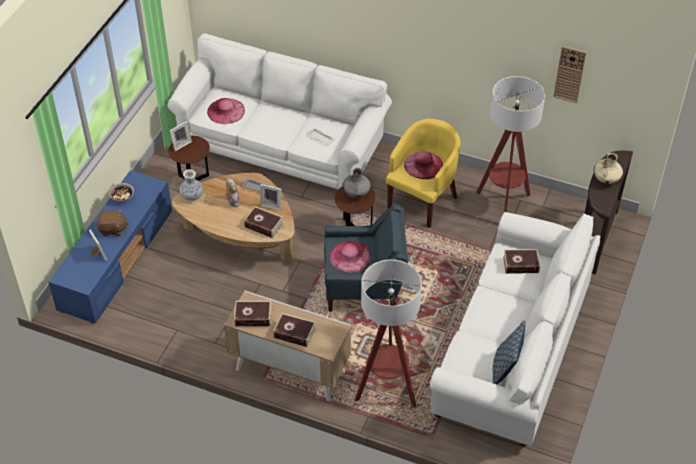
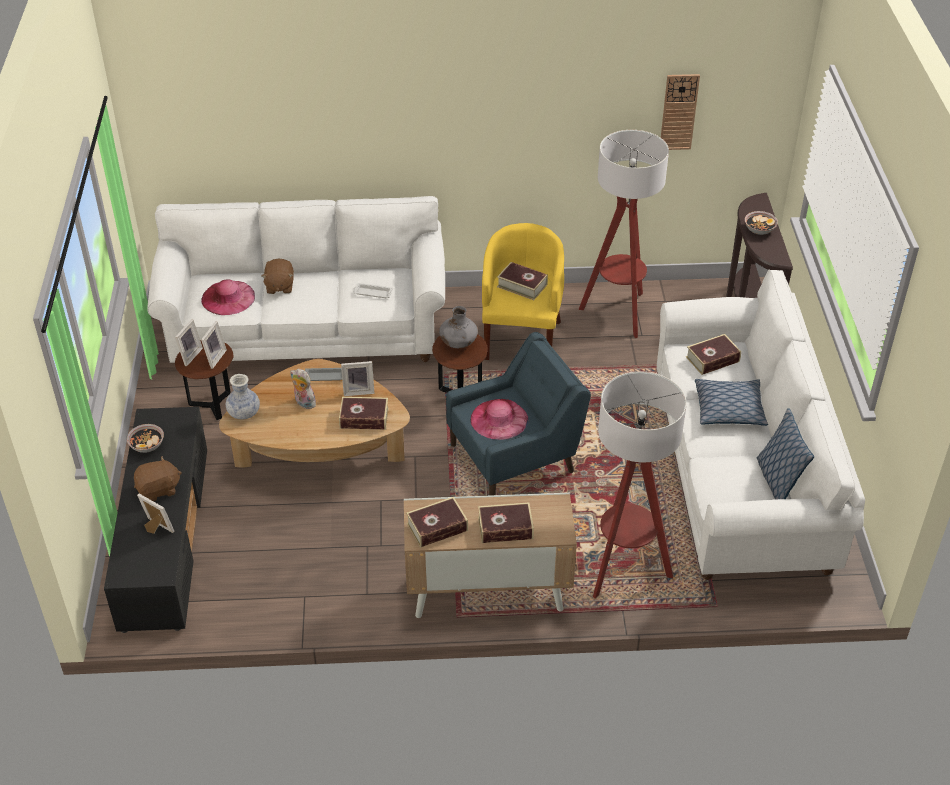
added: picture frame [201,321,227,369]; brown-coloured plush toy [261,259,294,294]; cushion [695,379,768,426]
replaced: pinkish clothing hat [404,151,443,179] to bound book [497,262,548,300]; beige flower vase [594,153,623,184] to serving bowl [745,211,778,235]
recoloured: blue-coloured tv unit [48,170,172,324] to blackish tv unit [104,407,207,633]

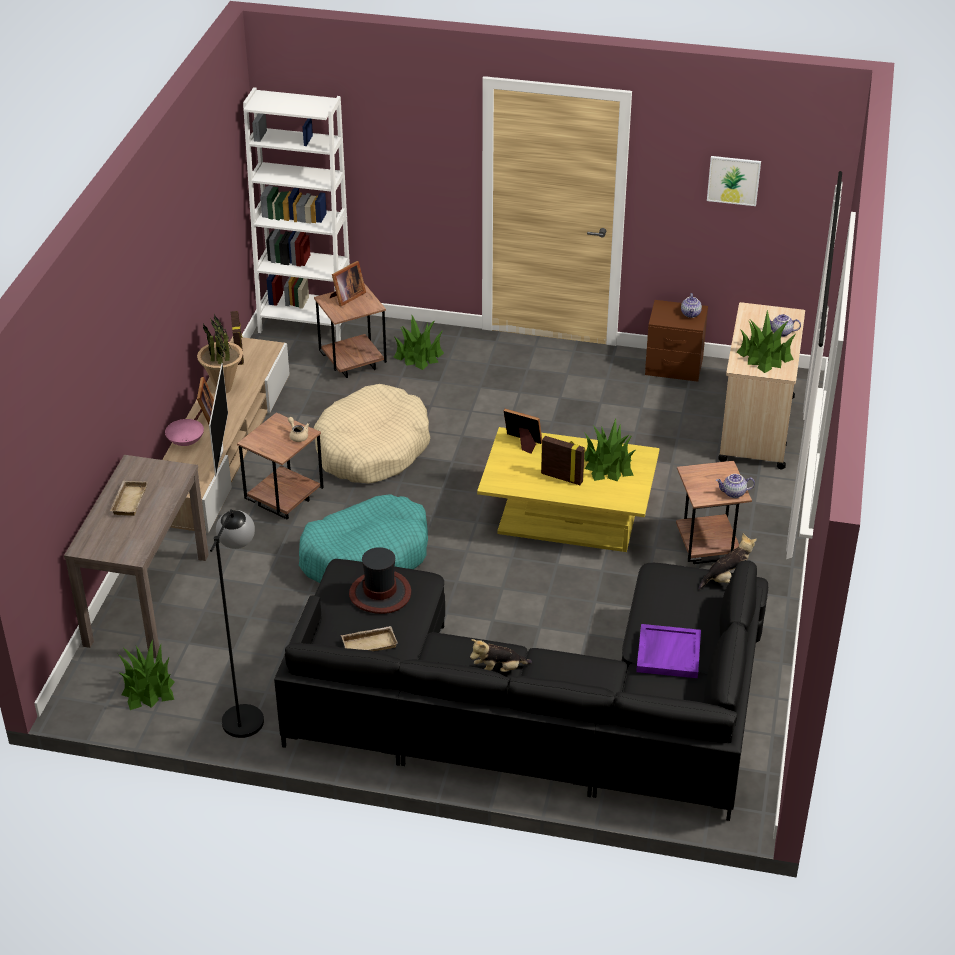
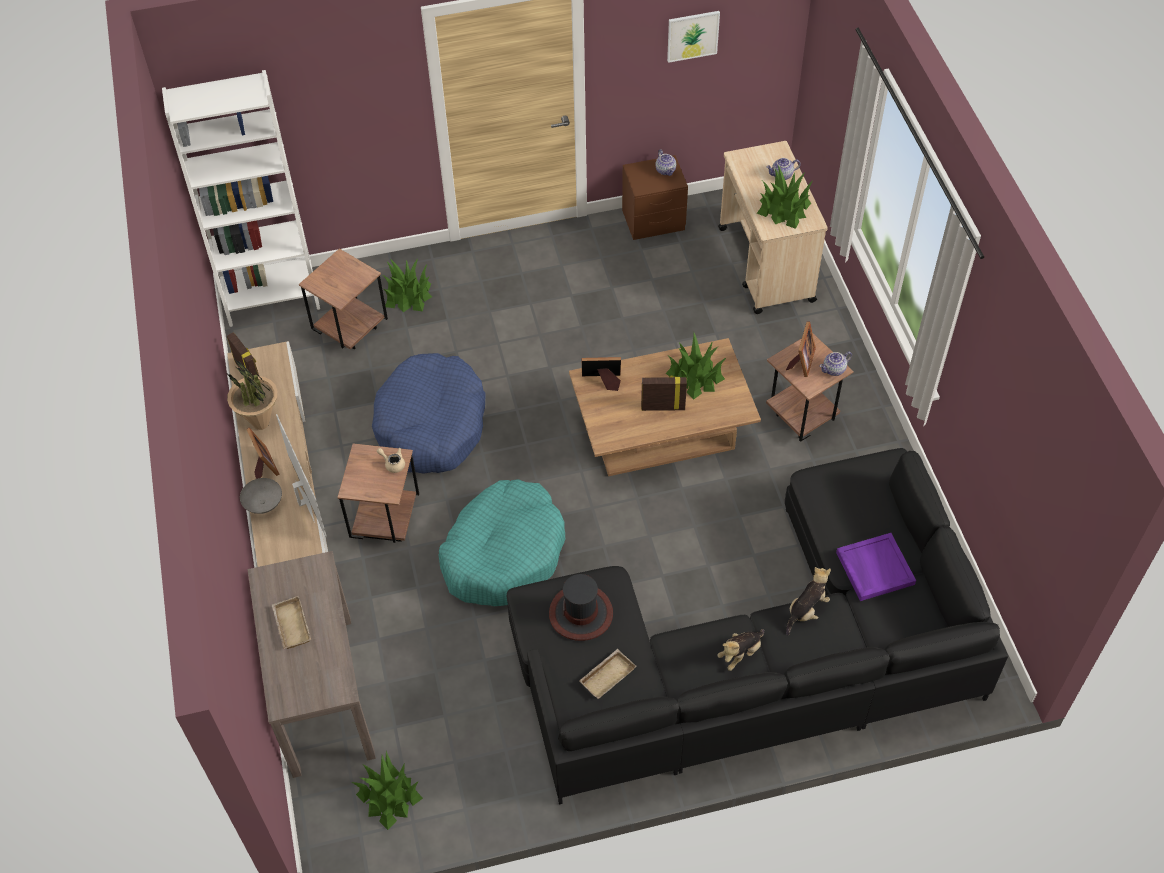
removed: blackish floor lamp [210,509,264,738]
moved: picture frame [330,261,366,306] to [786,321,816,377]; plush toy [698,533,757,590] to [786,567,831,636]
recoloured: pinkish serving bowl [165,419,204,446] to gray serving bowl [240,478,282,514]; beige dog bed [314,384,430,484] to blue-coloured dog bed [372,353,486,474]; yellow lounge table [477,427,660,552] to brown-coloured lounge table [569,338,761,476]

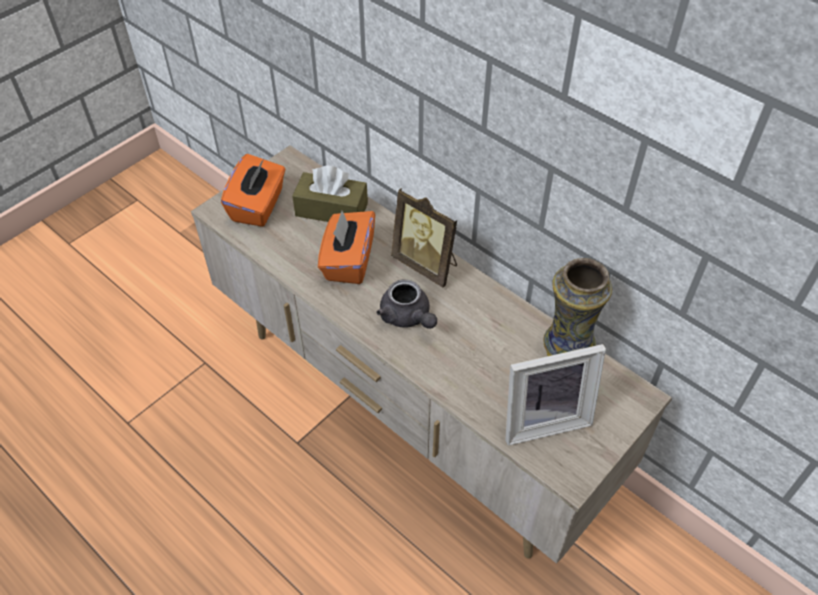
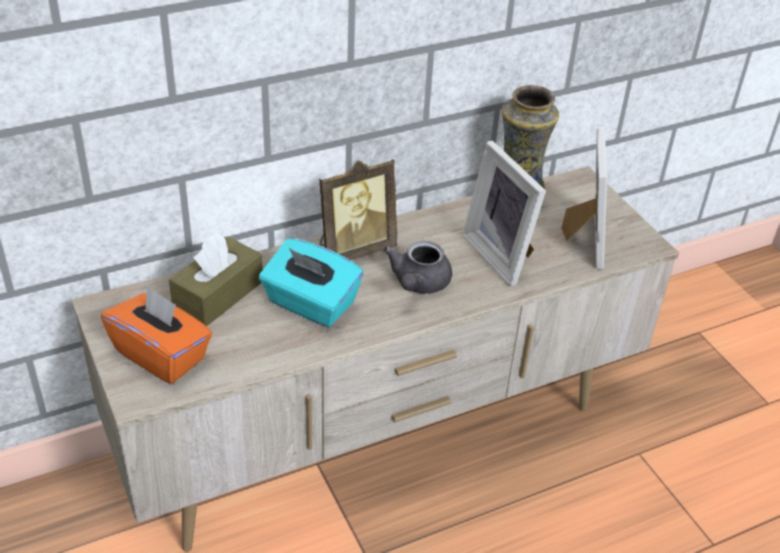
added: picture frame [463,141,546,287]
recoloured: orangey box of tissues [318,211,375,284] to blue-green box of tissues [259,239,363,327]
turned: gray pot for tea [376,279,437,329] = [383,241,452,294] 120 degrees clockwise

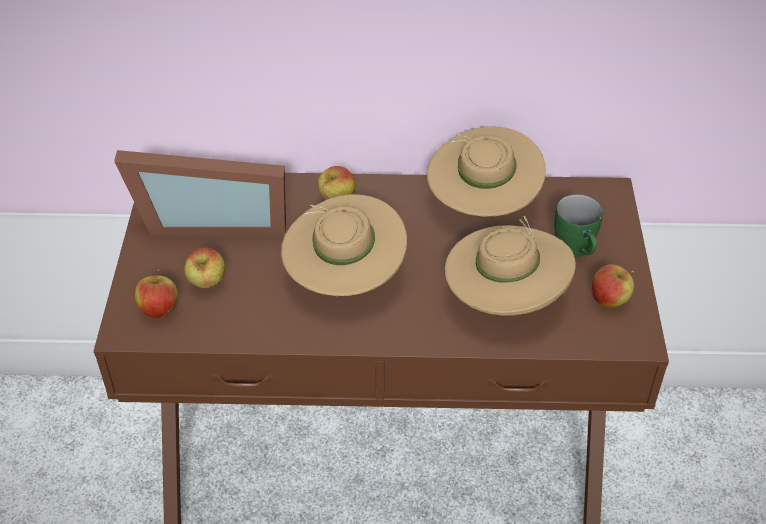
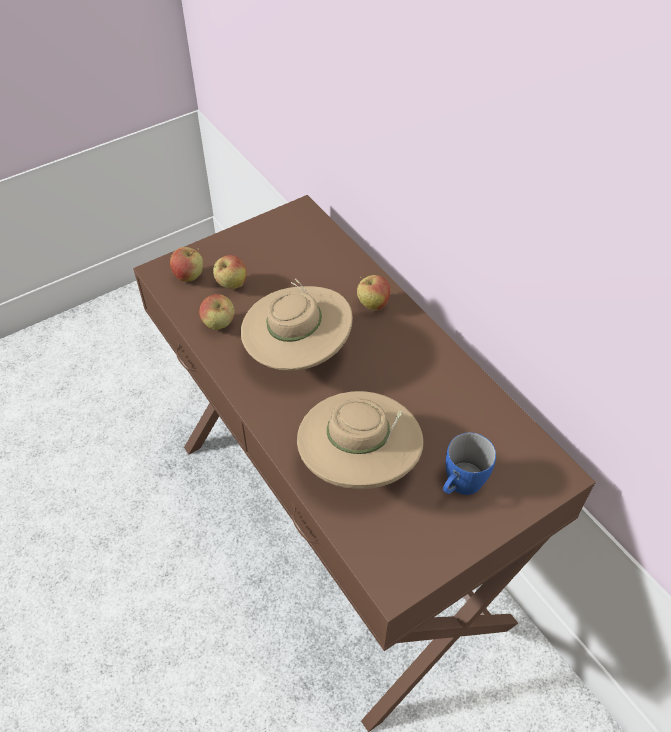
removed: picture frame [114,150,286,236]; beige clothing hat [427,126,546,217]
moved: whole apple [592,264,634,307] to [199,294,235,330]
recoloured: green-coloured coffee mug [554,194,603,258] to blue-coloured coffee mug [443,433,496,495]

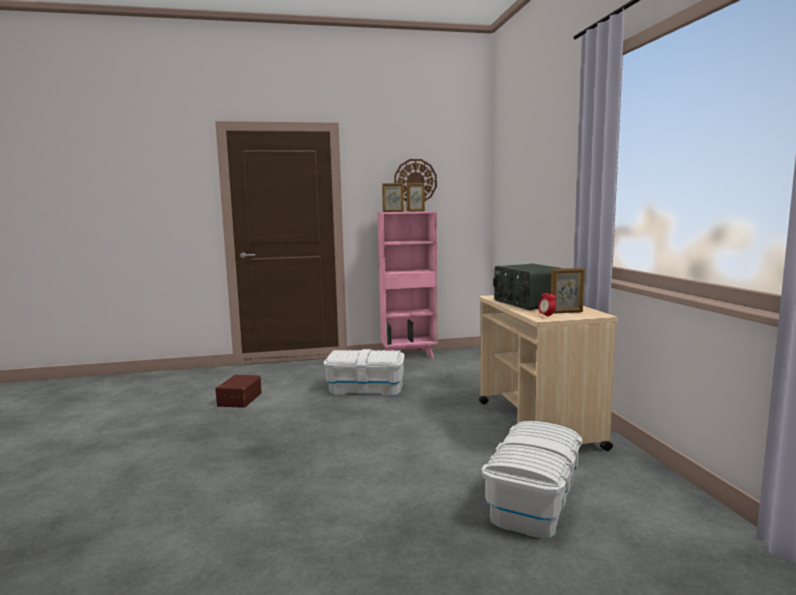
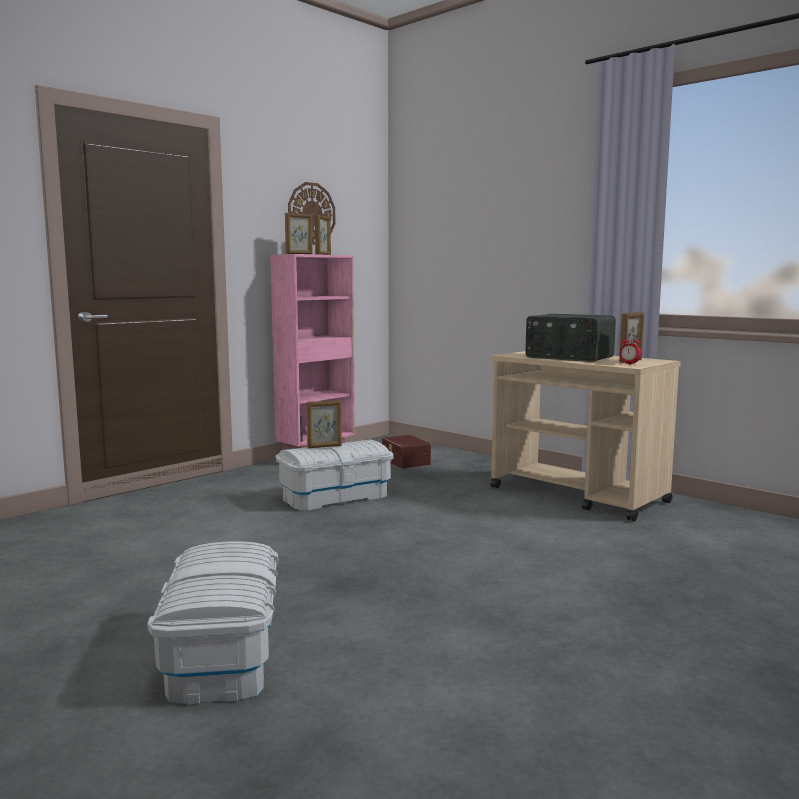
added: picture frame [307,400,342,448]
moved: white storage box [482,421,582,539] to [147,541,279,704]; brown-coloured storage box [215,375,262,408] to [382,435,431,468]

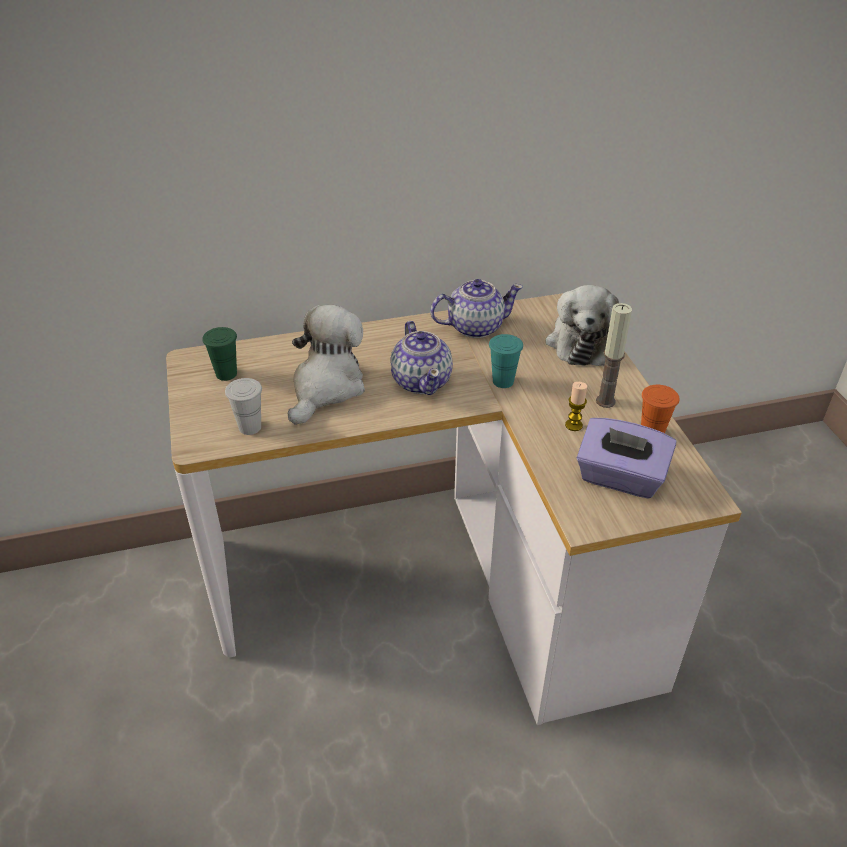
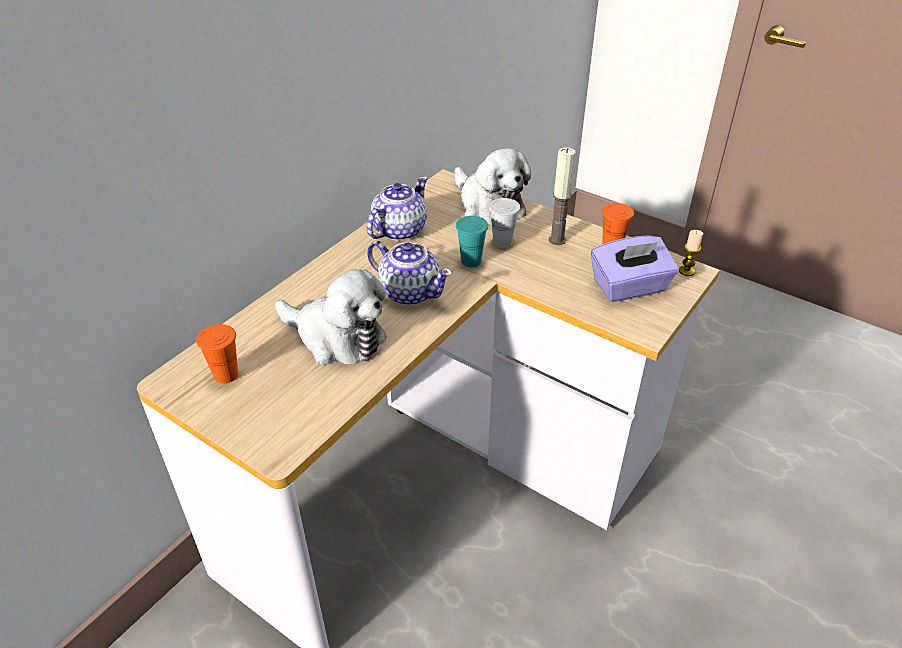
moved: white drinking cup [225,378,262,435] to [489,198,520,248]; wax light [565,382,587,431] to [679,230,703,276]
recoloured: green-coloured drinking cup [202,327,237,381] to orangey drinking cup [196,324,238,384]
turned: plush toy [288,305,365,425] = [275,269,387,365] 135 degrees clockwise

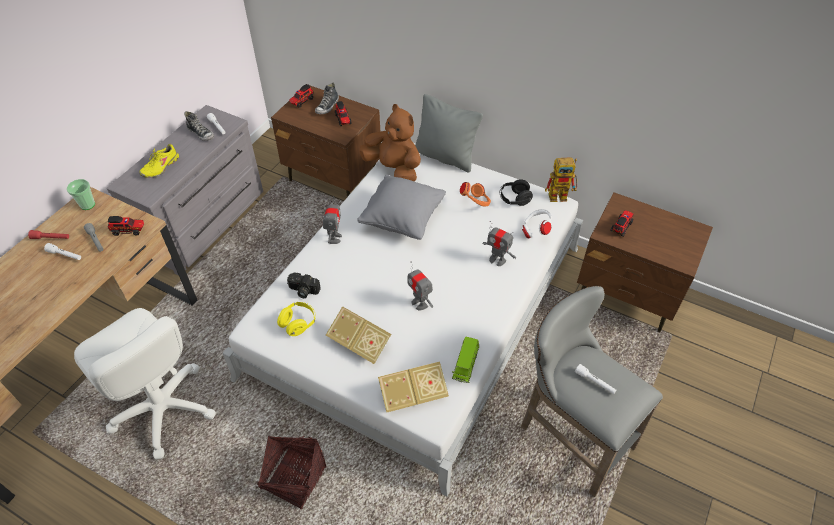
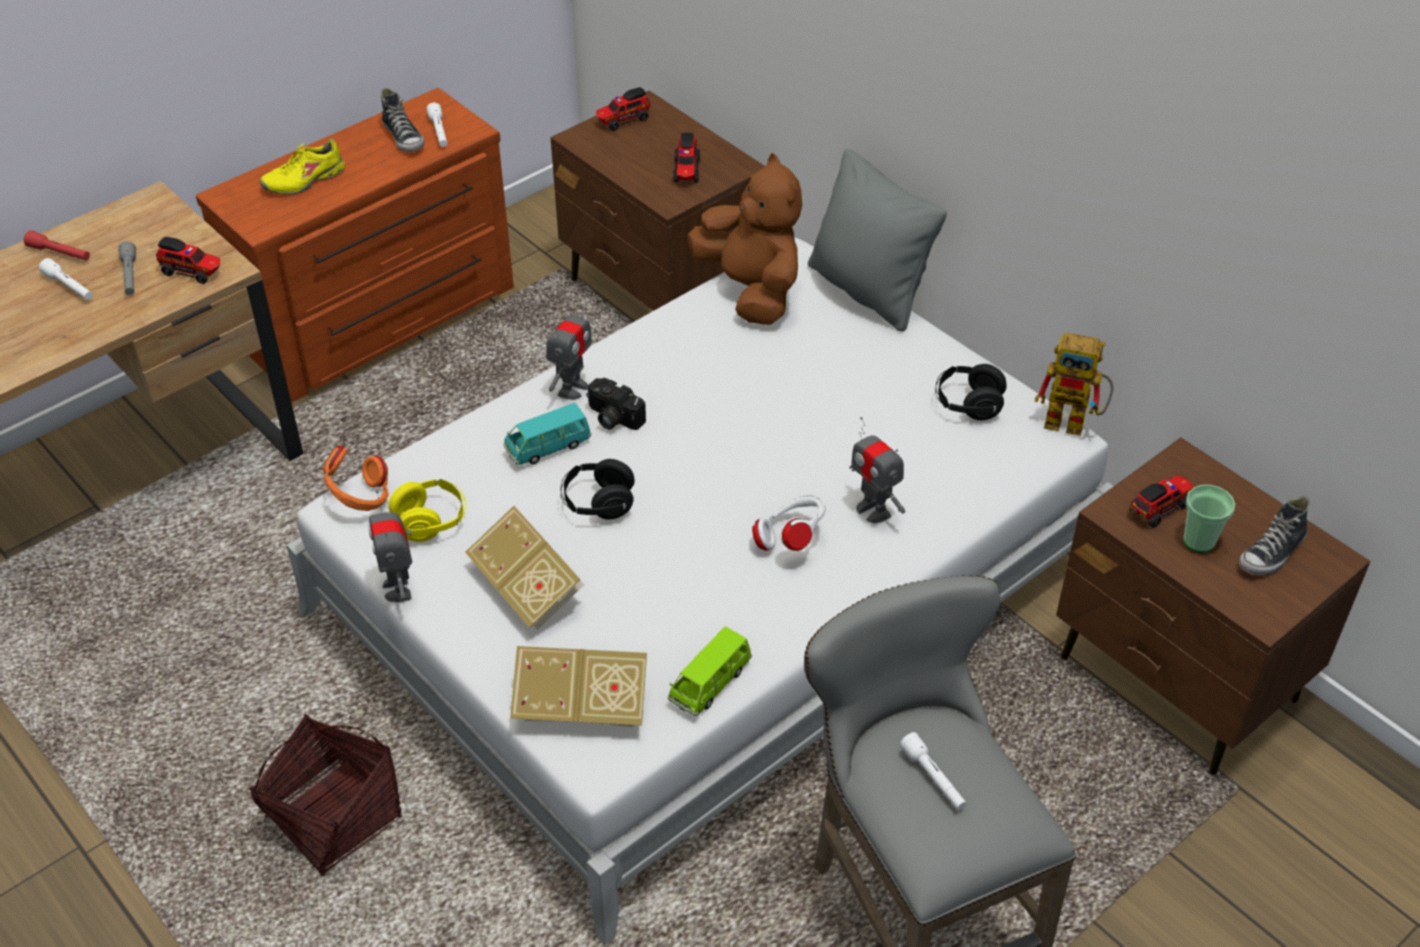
removed: white computer chair [74,308,216,460]; gray cushion [357,175,446,240]
added: blue-green toy car [503,403,591,465]; blackish pair of headphones [561,459,635,519]
moved: orangey pair of headphones [460,182,491,207] to [323,446,389,511]; toy robot [408,262,433,310] to [368,491,412,602]; still camera [287,272,321,298] to [586,378,646,430]; white pair of headphones [522,209,552,238] to [752,495,826,551]; drinking cup [67,179,95,210] to [1183,485,1235,552]; shoe [315,83,339,114] to [1239,496,1309,575]
recoloured: gray drawer chest [107,105,263,275] to brown-coloured drawer chest [196,88,514,402]

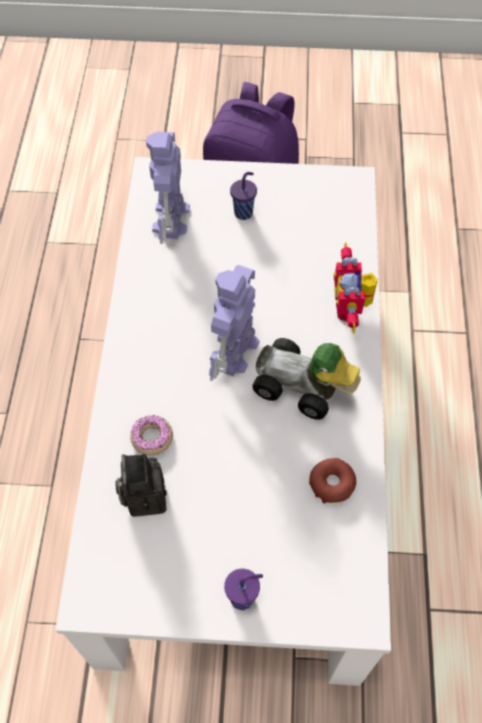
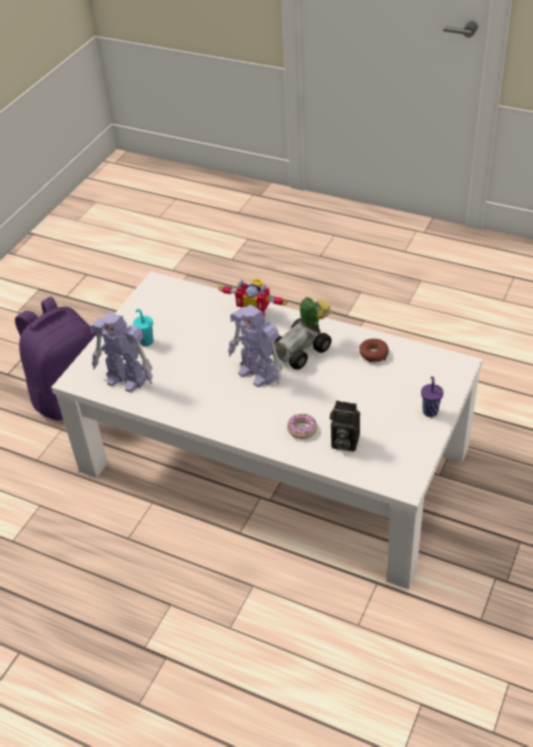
recoloured: purple drinking cup [230,172,257,220] to blue-green drinking cup [133,309,153,346]

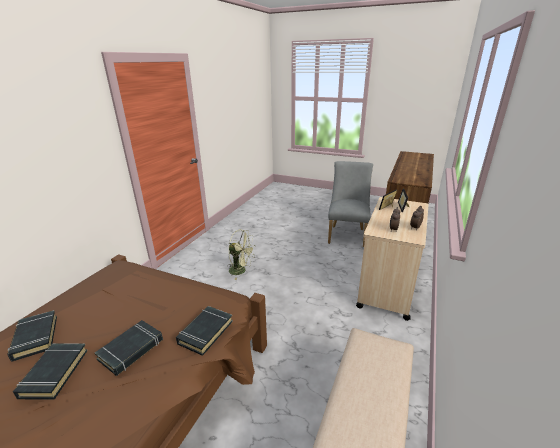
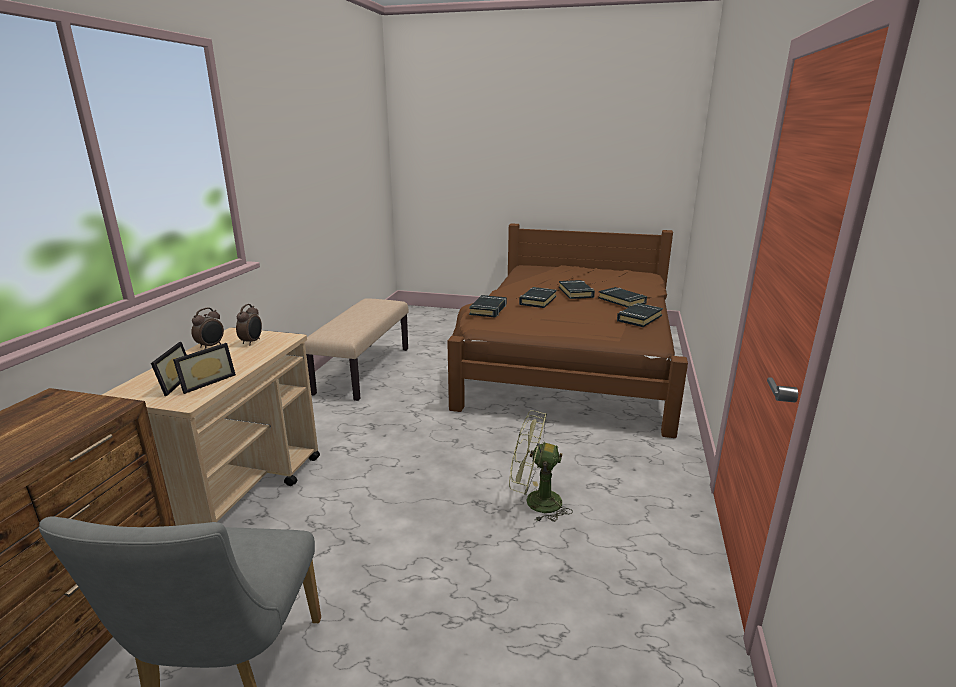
added: blackish bound book [617,303,663,327]

